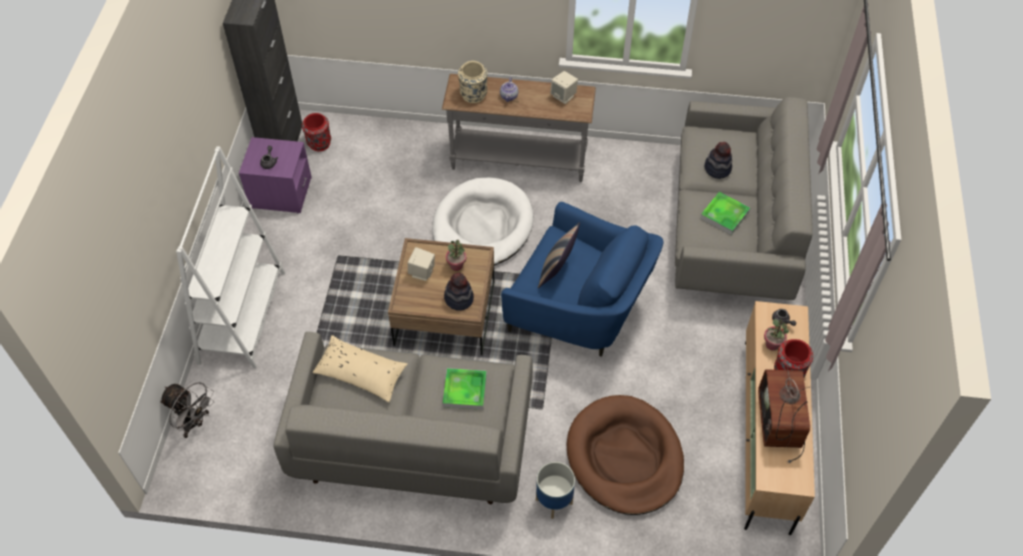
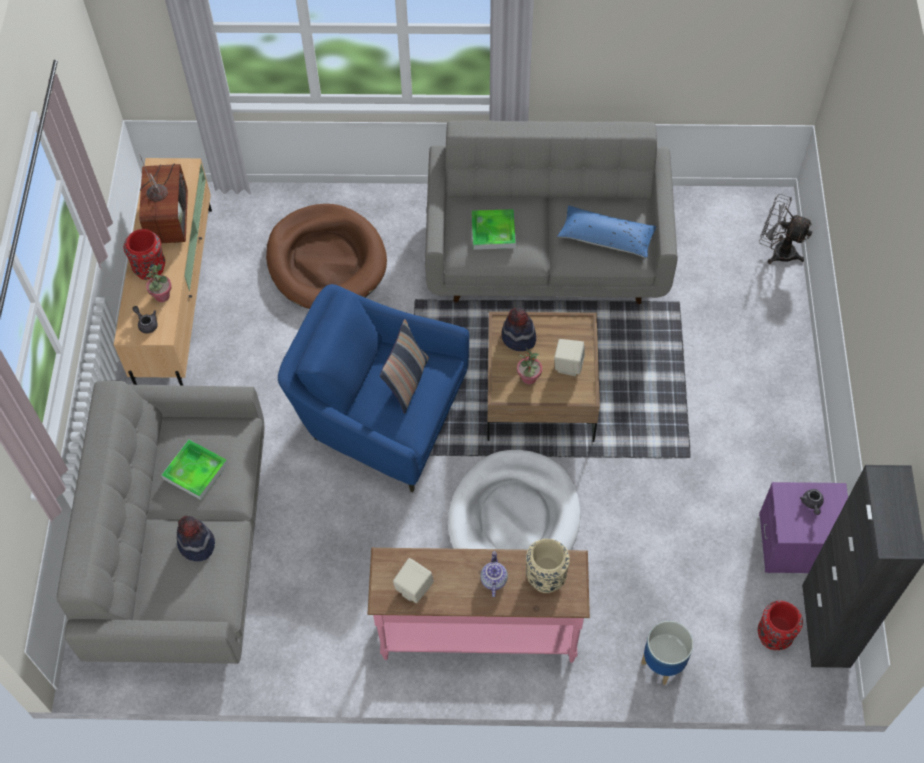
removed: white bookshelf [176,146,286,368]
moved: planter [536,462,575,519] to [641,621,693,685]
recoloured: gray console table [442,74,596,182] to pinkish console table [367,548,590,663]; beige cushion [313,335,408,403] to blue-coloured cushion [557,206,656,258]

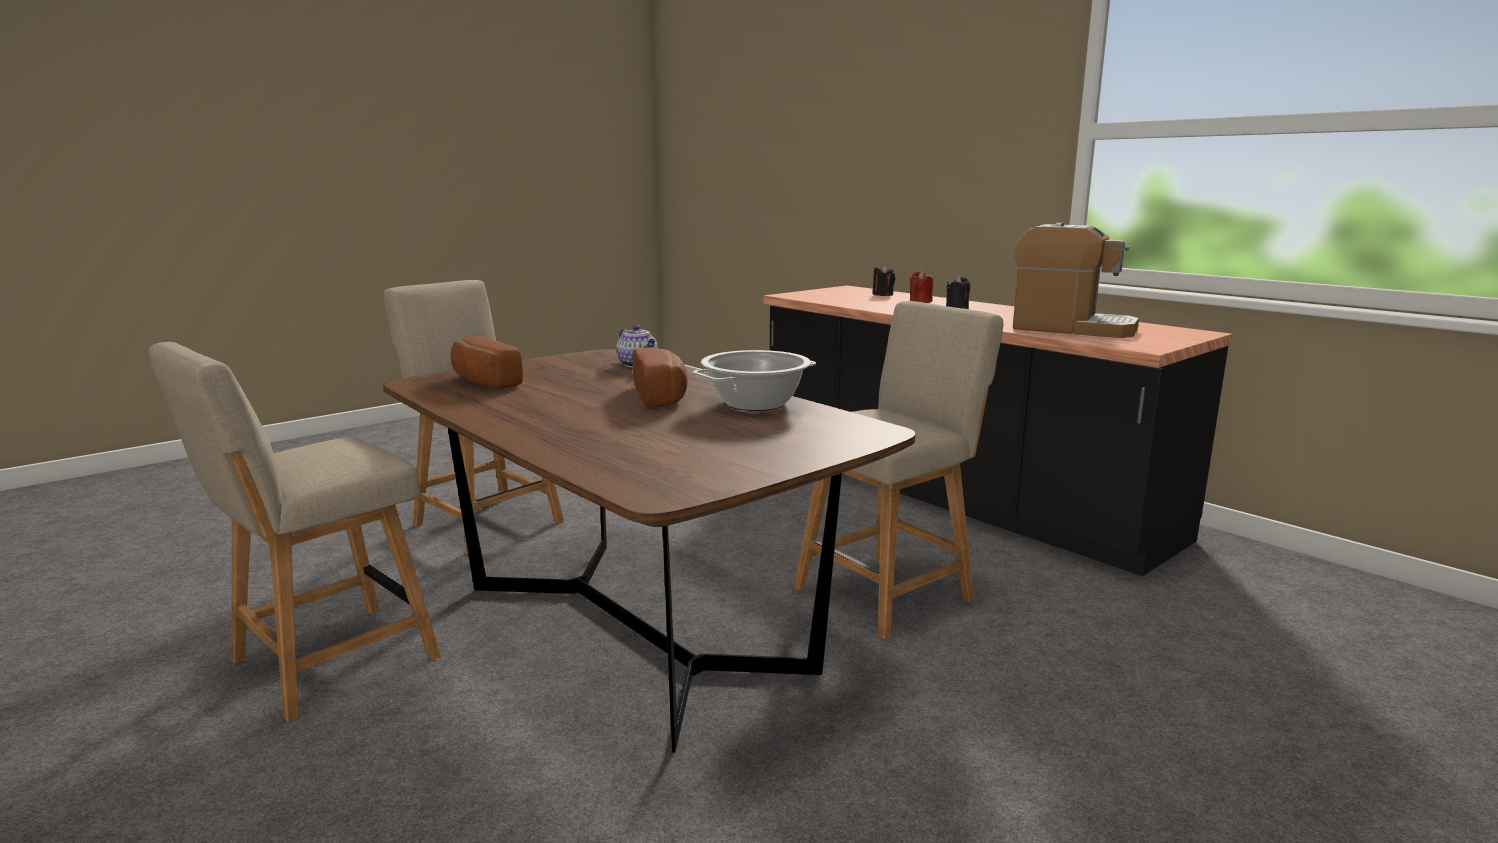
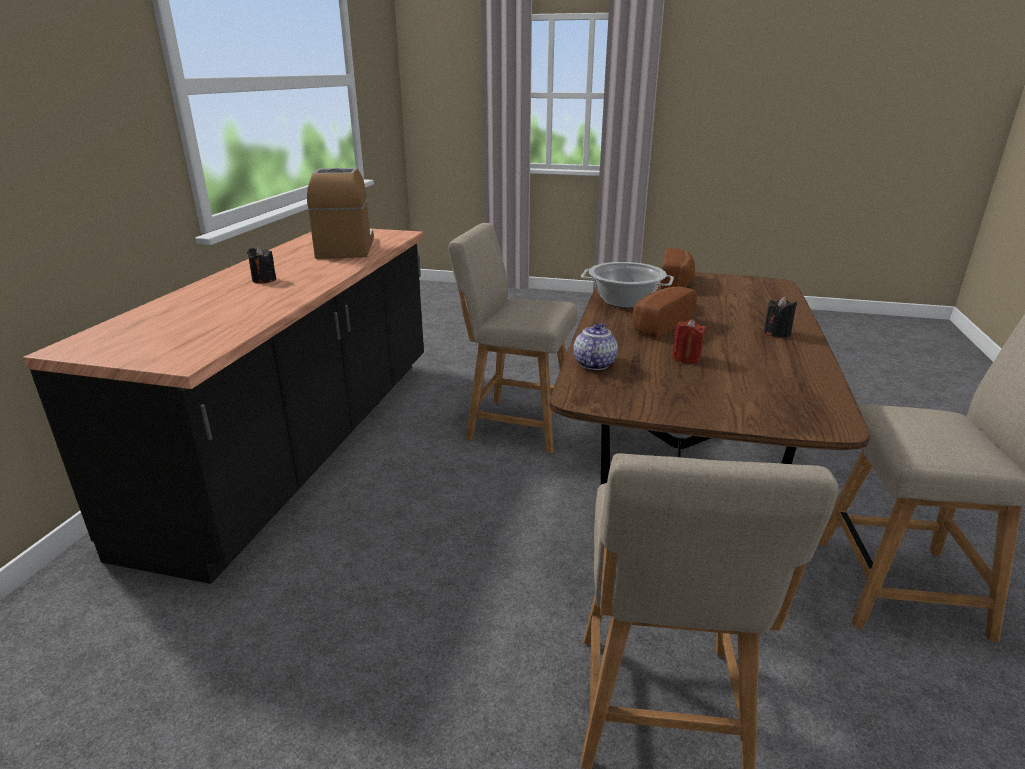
moved: baked bread [450,336,523,388] to [660,248,695,289]; red-coloured wax light [910,270,933,303] to [672,319,706,363]; blackish wax light [872,265,895,296] to [764,297,797,338]

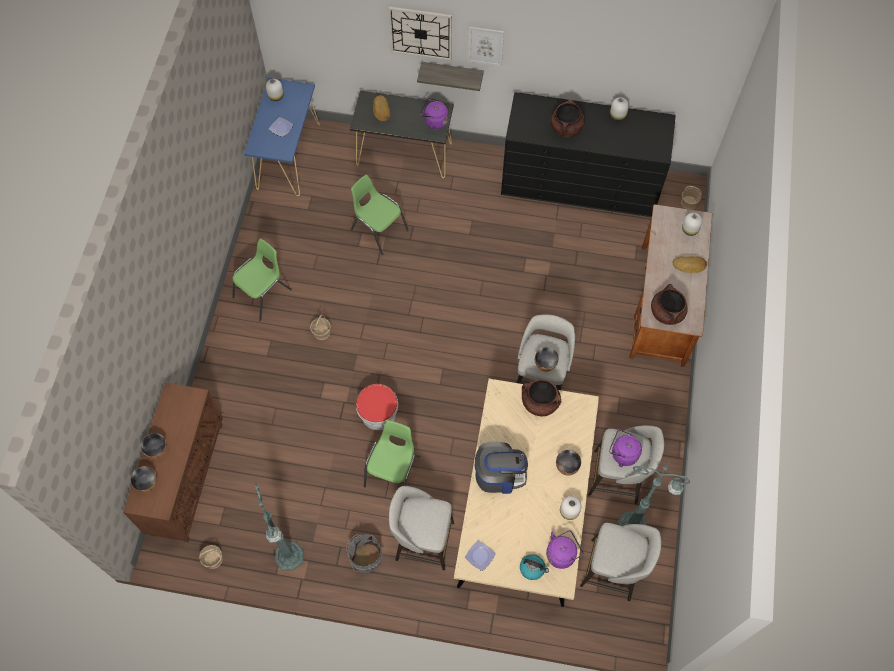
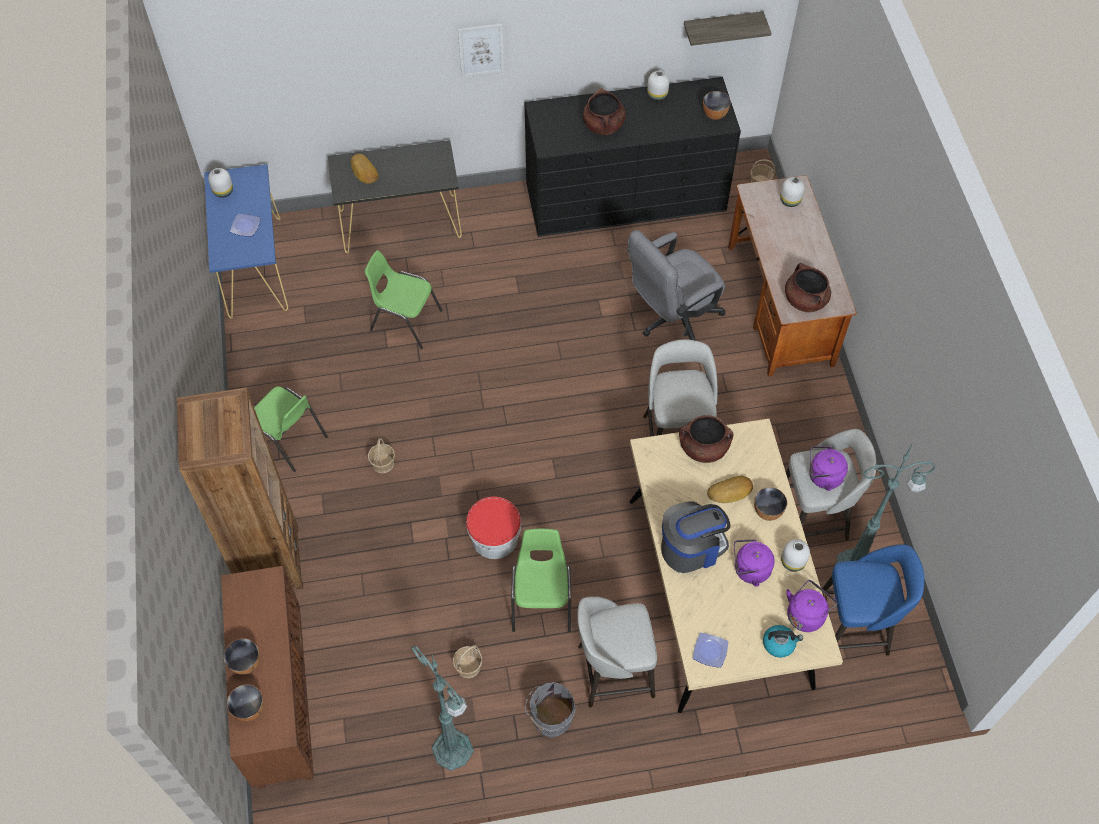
removed: wall clock [388,7,452,61]
added: brown-coloured bookshelf [177,388,303,590]; gray computer chair [628,230,725,341]
moved: basket [199,545,223,569] to [453,645,483,678]; bracket shelf [417,62,484,91] to [684,11,771,46]; serving bowl [535,347,559,372] to [703,91,731,120]; baked bread [673,256,707,273] to [707,476,753,503]; purple kettle [420,98,448,129] to [734,539,775,587]
recoloured: gray sitting stool [580,523,661,601] to blue-coloured sitting stool [822,544,924,656]
turned: green-coloured plain chair [232,238,292,321] = [254,386,328,472] 105 degrees clockwise

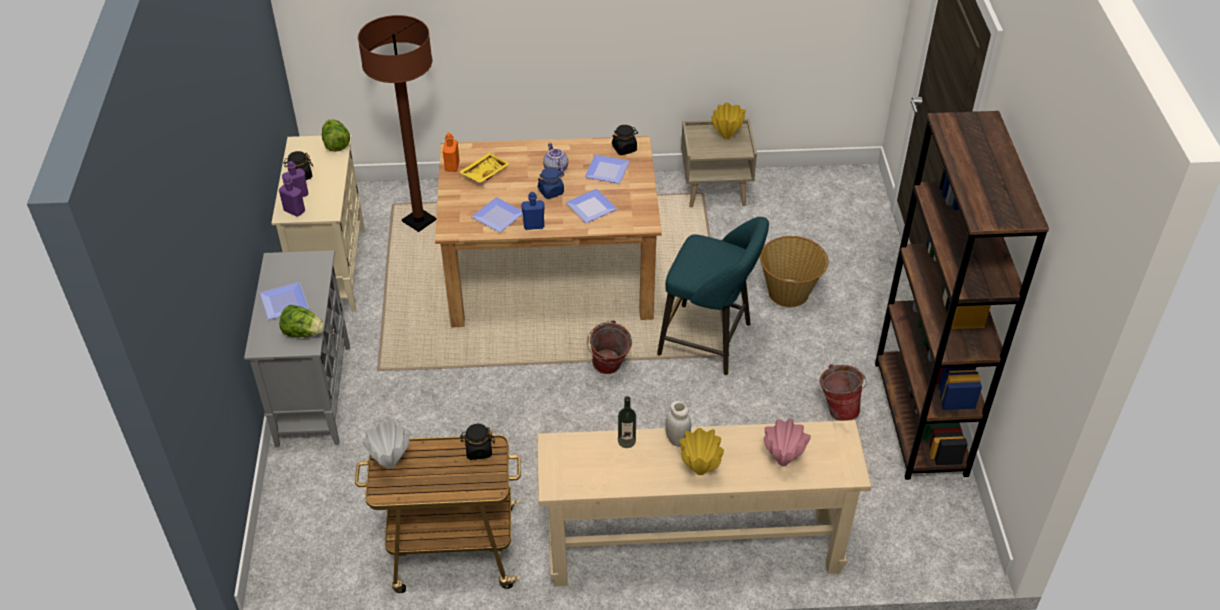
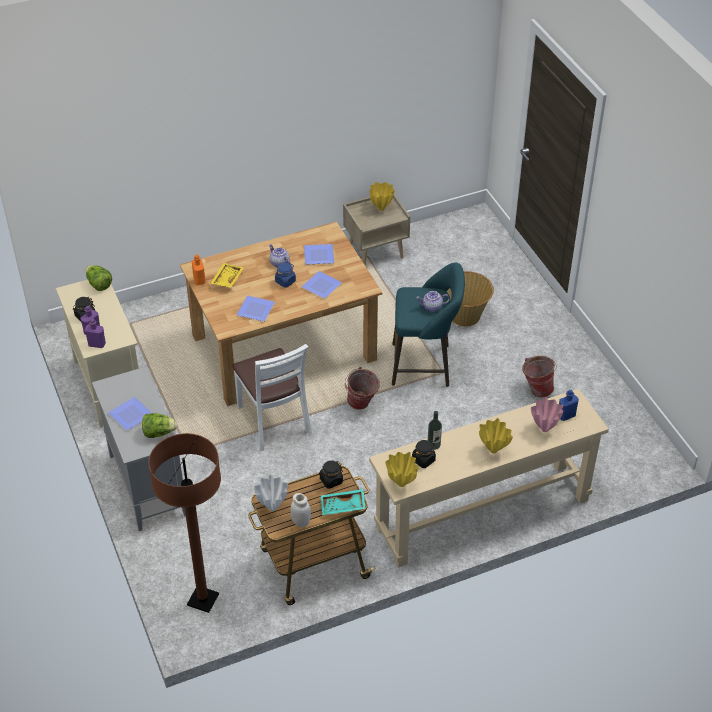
removed: brown-coloured bookshelf [875,111,1049,480]
added: white plain chair [232,344,312,451]; blue-green serving tray [321,489,366,515]; yellow flower vase [385,452,418,487]; pot for tea [416,291,450,312]
moved: brown-coloured floor lamp [358,15,436,232] to [148,433,221,613]; white storage jar [665,400,691,447] to [291,493,311,527]; blackish storage jar [612,125,638,155] to [412,440,436,468]; blue-coloured bottle [521,192,545,230] to [559,390,579,421]

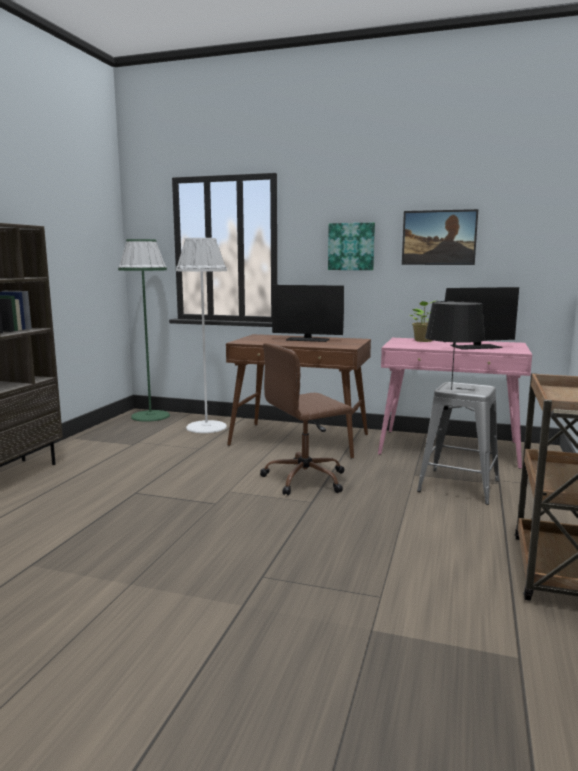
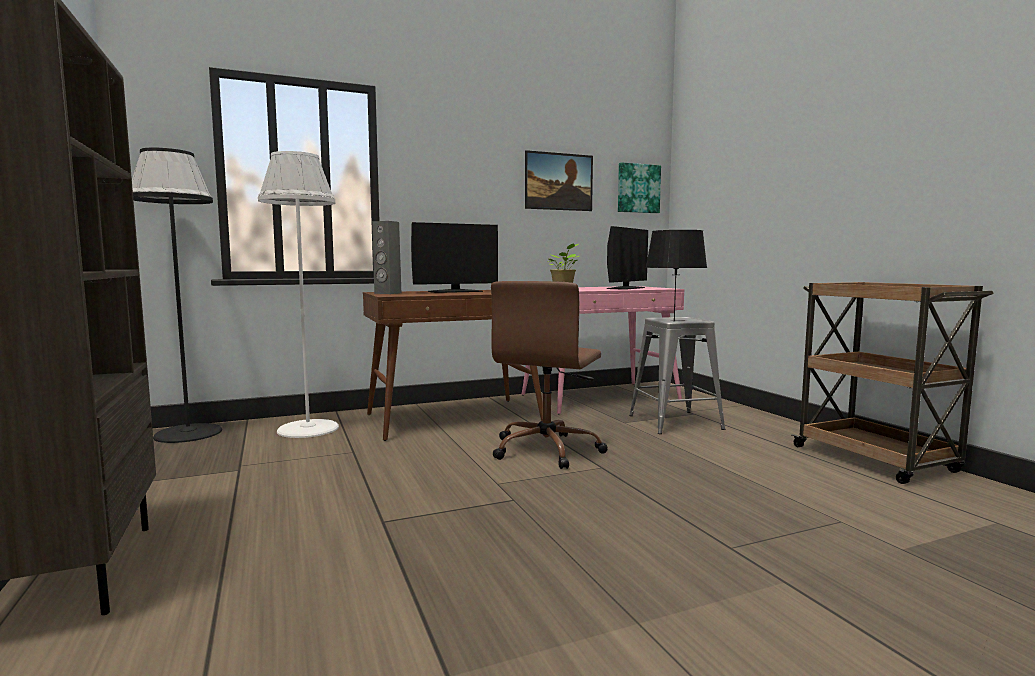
added: gray speaker [372,221,401,294]
moved: wall art [328,223,375,270] to [618,162,661,213]
recoloured: green-coloured floor lamp [118,239,170,422] to blackish floor lamp [132,148,222,443]

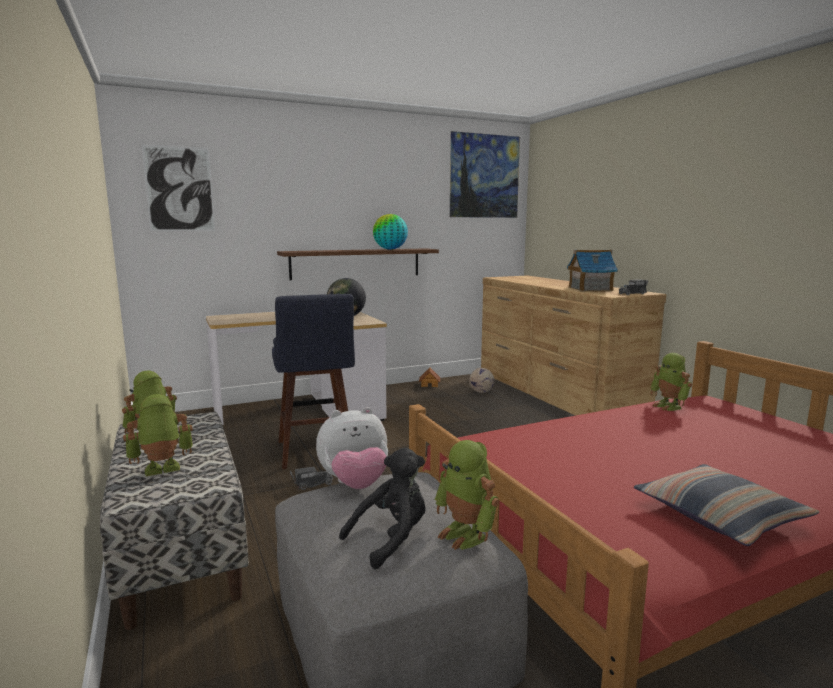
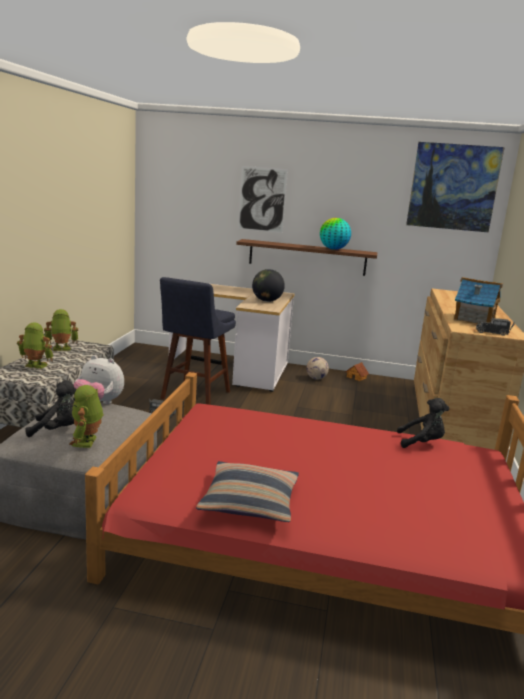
moved: wall art [141,144,216,231] to [238,166,288,233]; ball for football [469,368,494,393] to [306,357,329,380]
replaced: toy robot [650,353,692,411] to blackish plush toy [397,398,449,448]

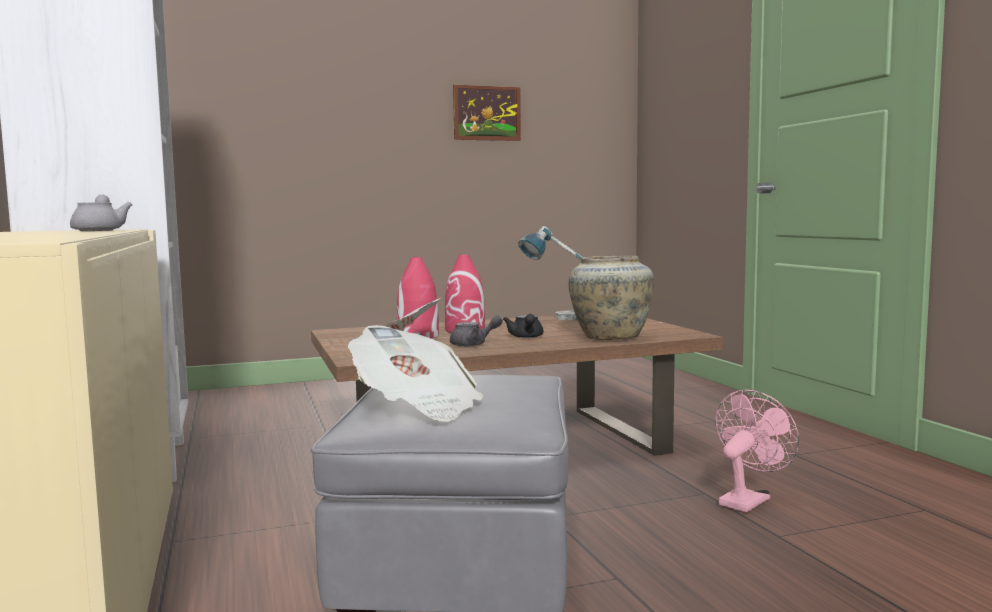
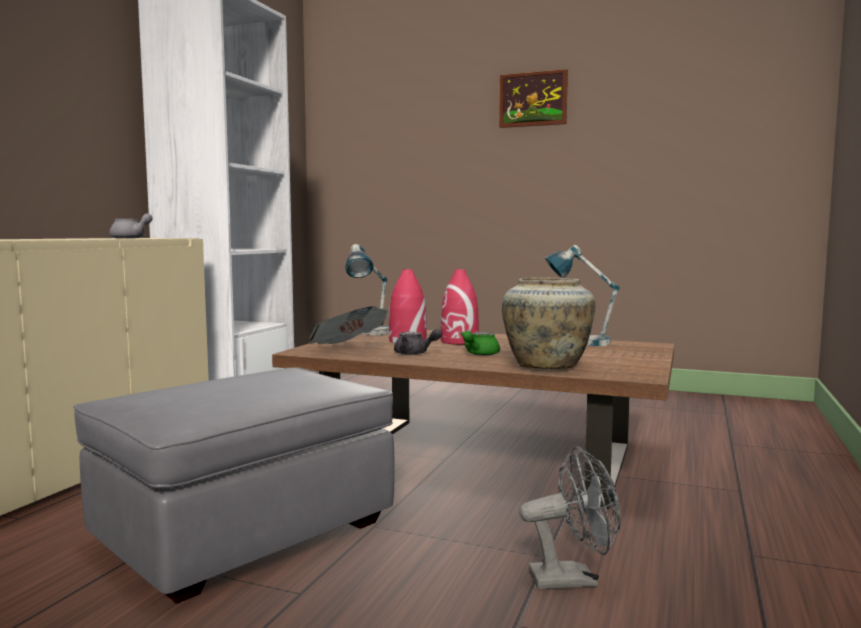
removed: printed paper [348,325,484,422]
added: tabletop lamp [346,244,389,335]
moved: wall art [453,85,521,141] to [499,69,568,128]
recoloured: blackish pot for tea [503,314,544,338] to green-coloured pot for tea [461,331,500,355]; pinkish electric fan [716,390,799,512] to gray electric fan [519,446,621,589]

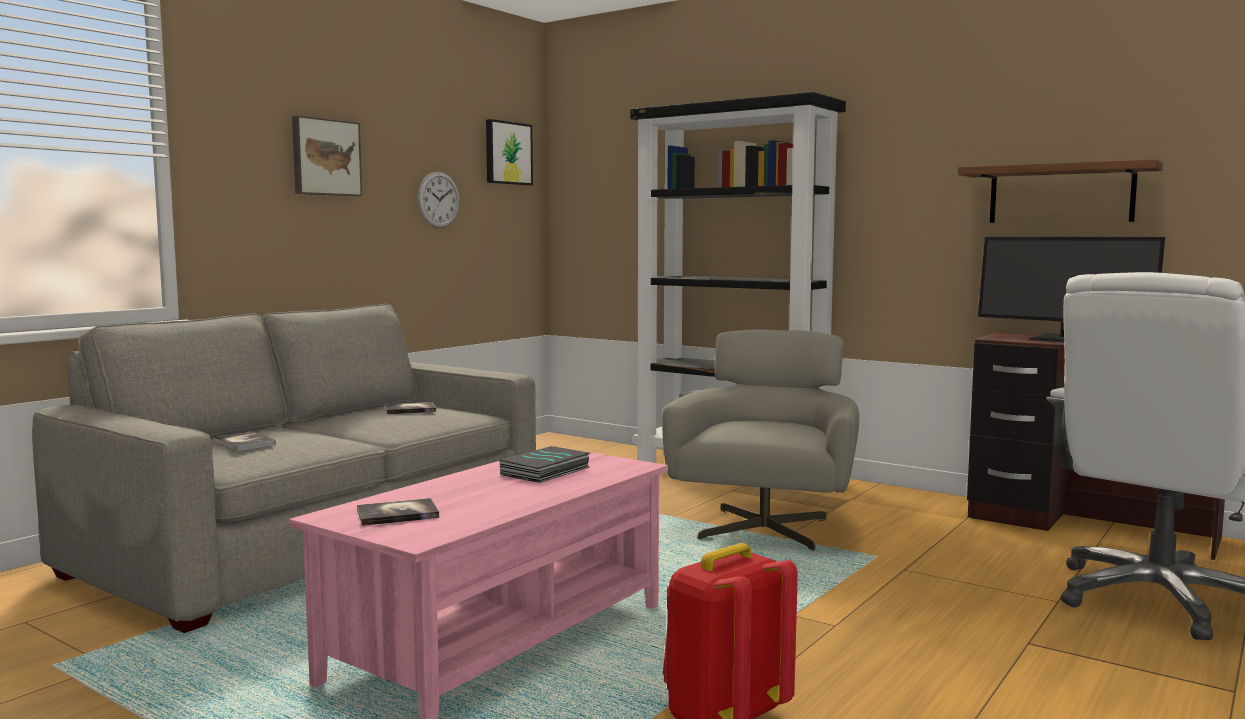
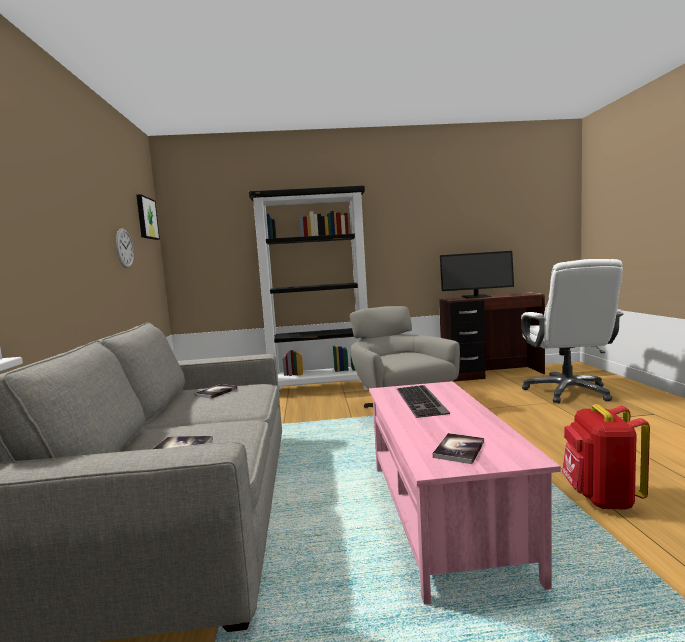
removed: wall art [292,115,362,196]; bracket shelf [958,159,1163,223]
replaced: bound book [500,446,590,483] to computer keyboard [397,385,450,418]

